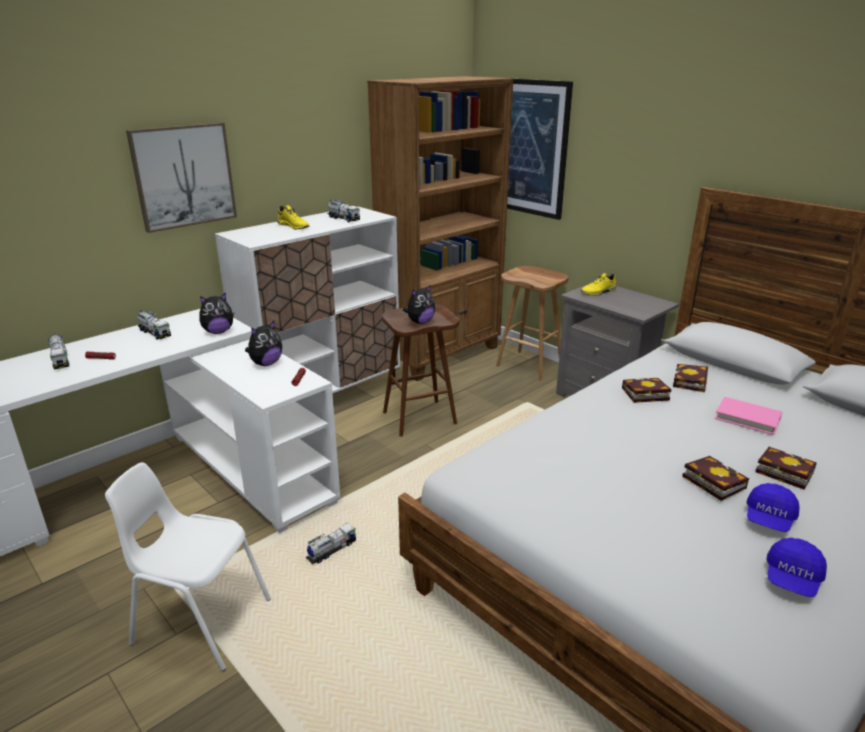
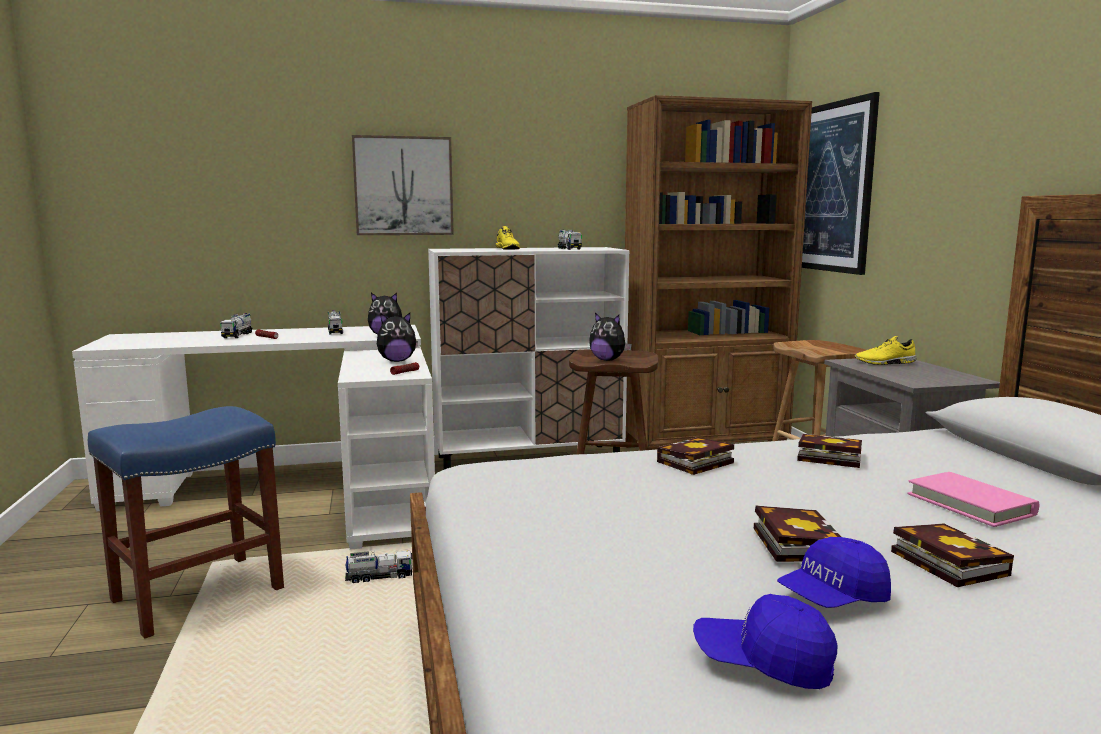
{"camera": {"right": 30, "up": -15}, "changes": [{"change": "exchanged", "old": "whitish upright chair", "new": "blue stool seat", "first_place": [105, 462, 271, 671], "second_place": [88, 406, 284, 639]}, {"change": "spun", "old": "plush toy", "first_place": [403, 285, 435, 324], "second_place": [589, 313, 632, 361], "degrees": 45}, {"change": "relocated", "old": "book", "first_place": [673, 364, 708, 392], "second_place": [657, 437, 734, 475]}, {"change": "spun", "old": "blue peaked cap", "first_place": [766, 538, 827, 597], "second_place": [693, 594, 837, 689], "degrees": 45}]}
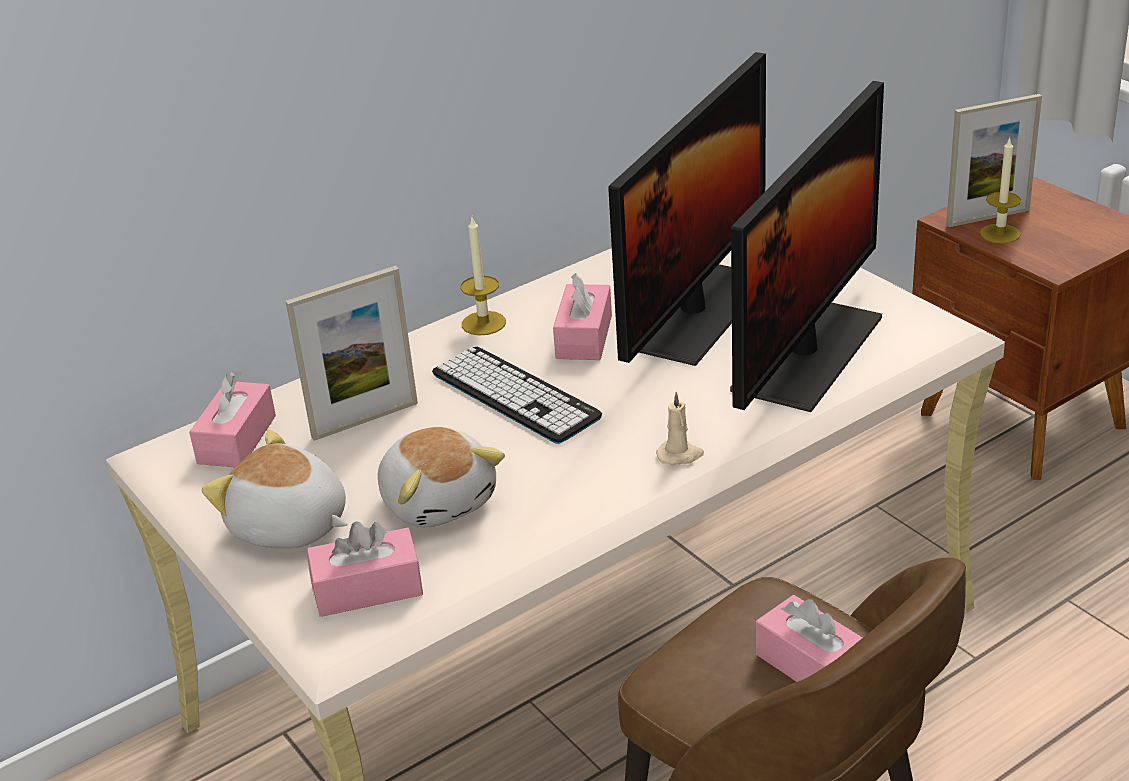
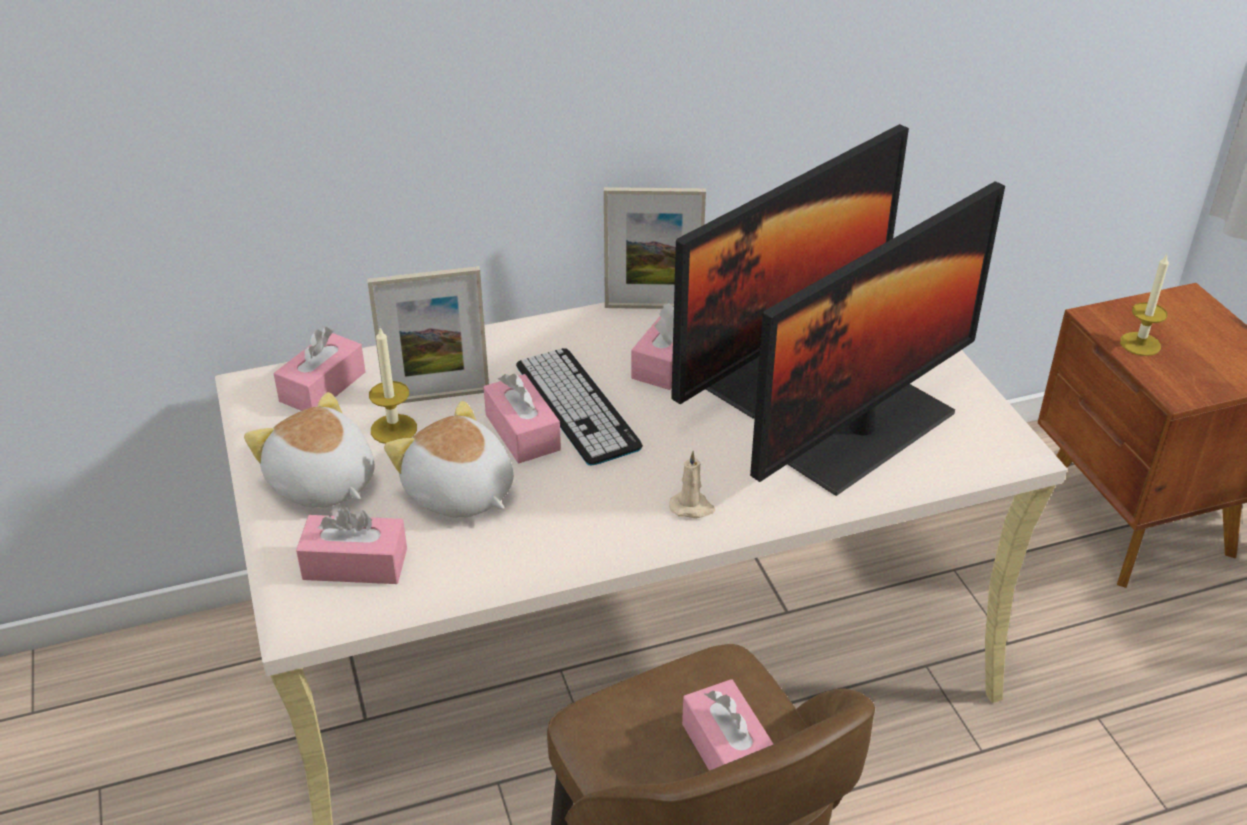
{"camera": {"right": 15, "up": 5}, "changes": [{"change": "relocated", "old": "wax candle", "first_place": [461, 218, 506, 336], "second_place": [369, 328, 417, 444]}, {"change": "spun", "old": "plush toy", "first_place": [378, 427, 505, 527], "second_place": [384, 401, 514, 518], "degrees": 150}, {"change": "appeared", "new": "pink-coloured tissue box", "second_place": [484, 373, 561, 463]}, {"change": "relocated", "old": "photo frame", "first_place": [946, 94, 1042, 227], "second_place": [604, 187, 706, 309]}]}
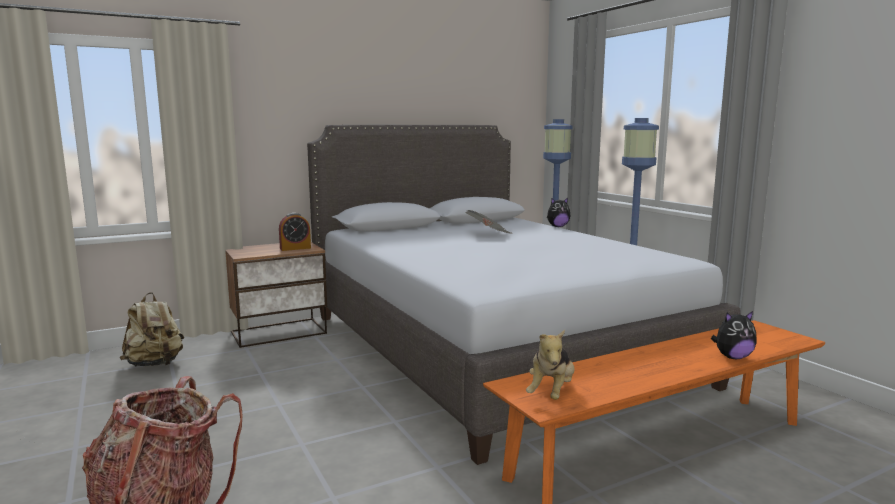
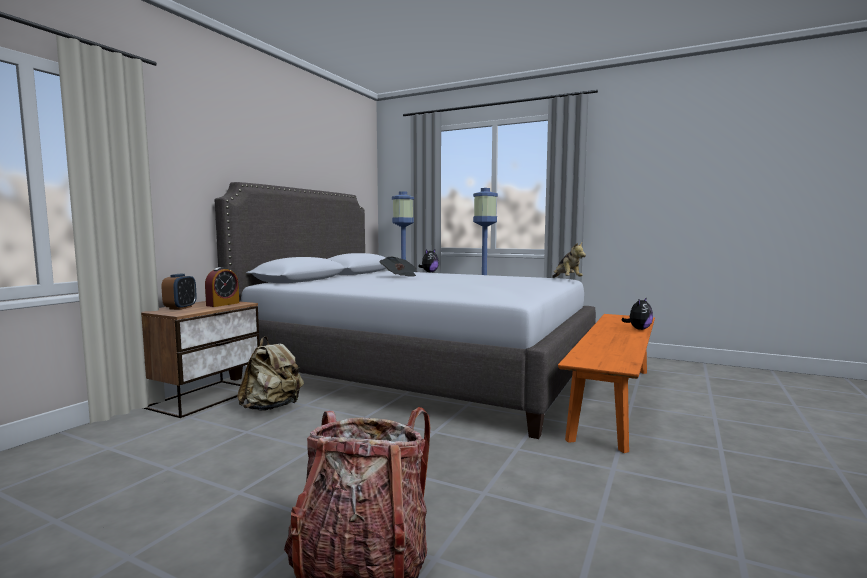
{"camera": {"right": -35, "up": -5}, "changes": [{"change": "appeared", "new": "table clock", "second_place": [162, 274, 197, 310]}, {"change": "relocated", "old": "beige-coloured rucksack", "first_place": [120, 292, 184, 367], "second_place": [237, 336, 304, 411]}, {"change": "relocated", "old": "plush toy", "first_place": [526, 330, 575, 400], "second_place": [552, 243, 586, 278]}]}
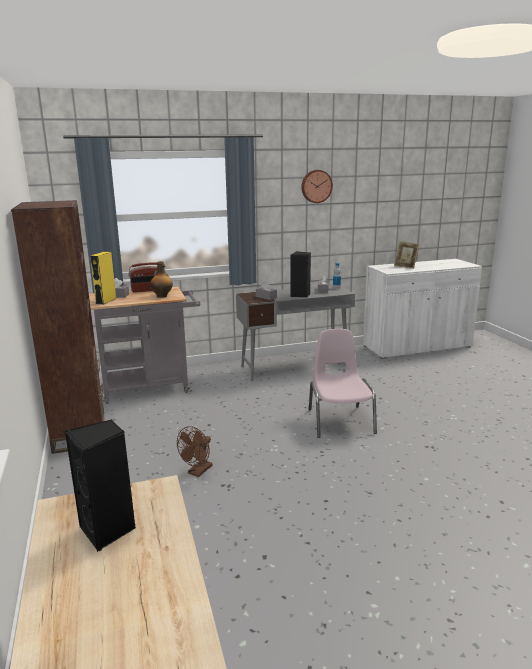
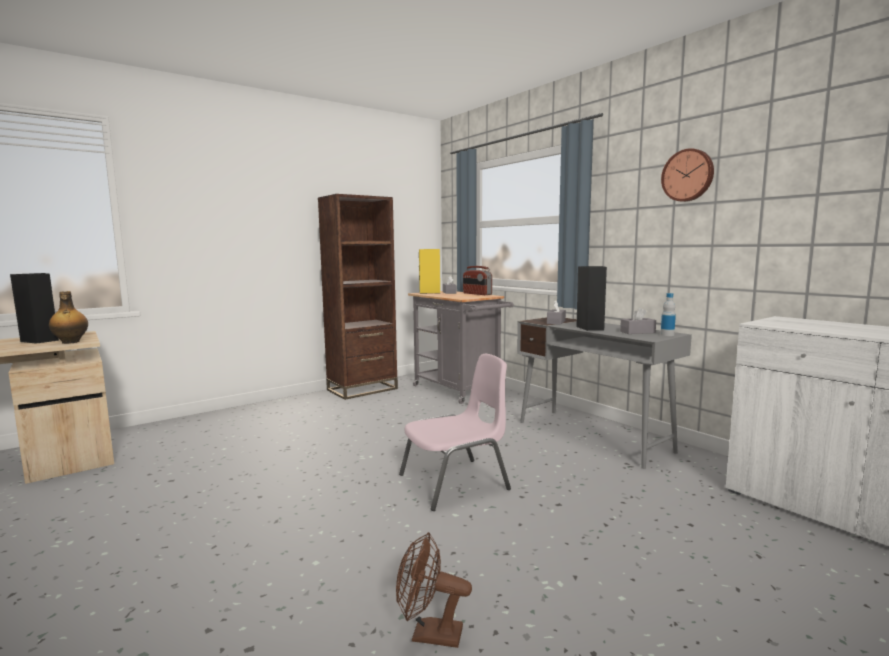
{"camera": {"right": 70, "up": -10}, "changes": [{"change": "relocated", "old": "drink bottle", "first_place": [150, 261, 173, 298], "second_place": [49, 291, 88, 344]}, {"change": "relocated", "old": "brown electric fan", "first_place": [177, 426, 213, 477], "second_place": [396, 532, 472, 648]}, {"change": "missing", "old": "photo frame", "first_place": [394, 241, 419, 269]}]}
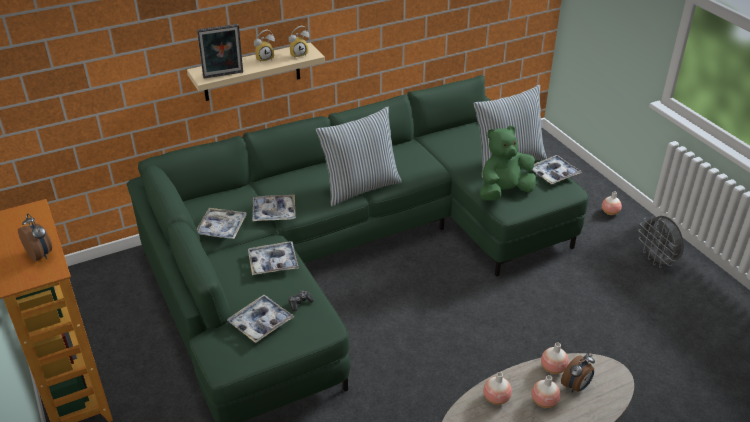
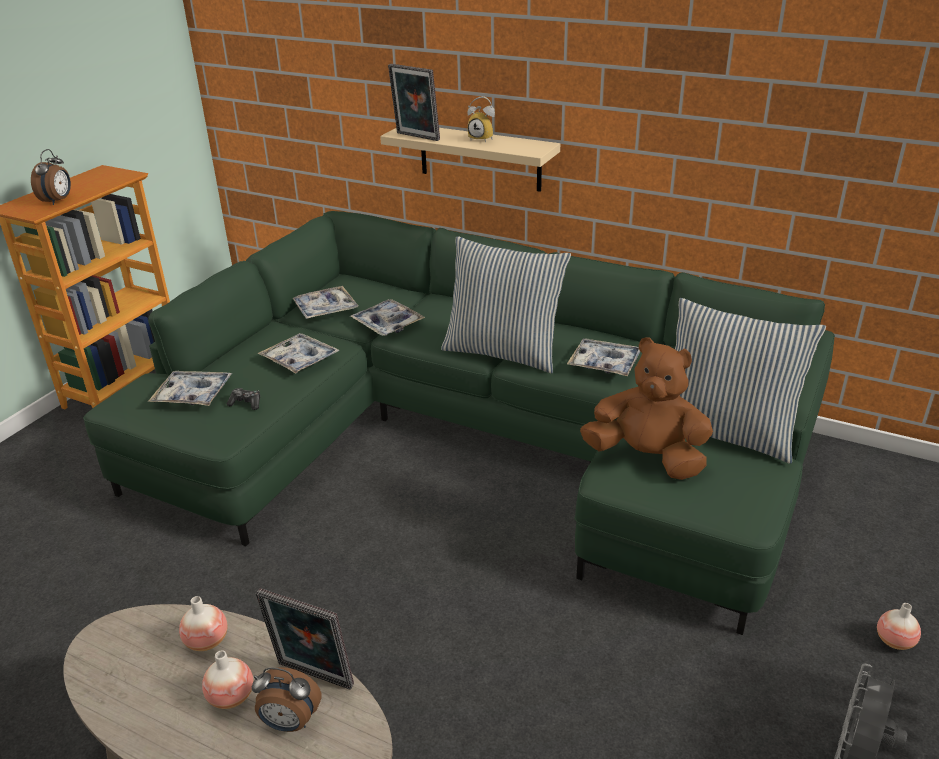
{"camera": {"right": 55, "up": -5}, "changes": [{"change": "exchanged", "old": "decorative vase", "new": "photo frame", "first_place": [541, 342, 569, 374], "second_place": [256, 588, 354, 690]}, {"change": "relocated", "old": "serving tray", "first_place": [533, 155, 582, 184], "second_place": [567, 338, 640, 376]}, {"change": "colour", "old": "green-coloured plush toy", "new": "brown plush toy", "first_place": [480, 126, 536, 201], "second_place": [580, 337, 713, 480]}, {"change": "missing", "old": "table clock", "first_place": [288, 26, 309, 58]}]}
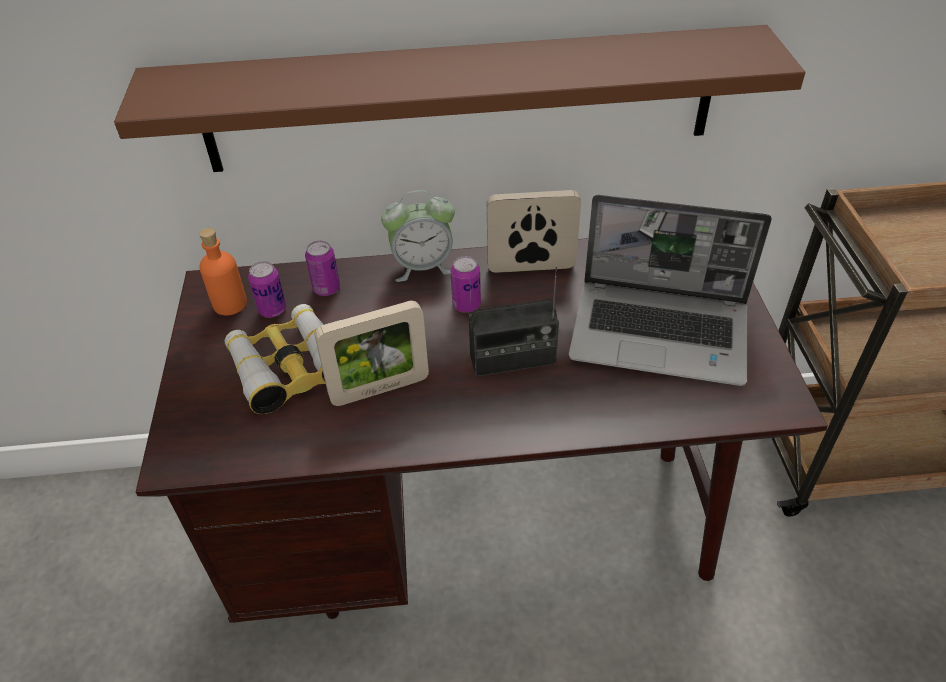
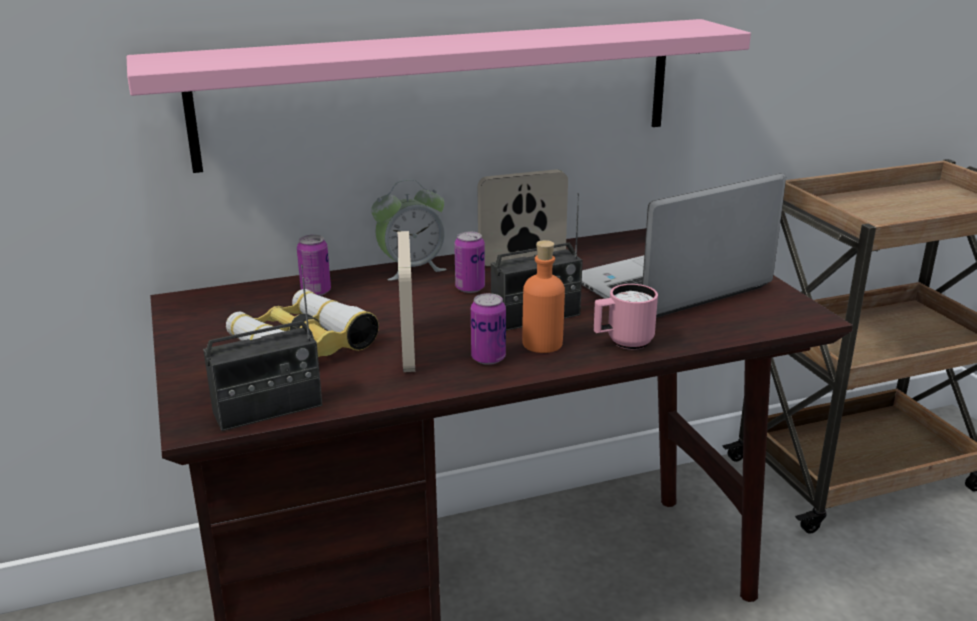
{"camera": {"right": -15, "up": -20}, "changes": [{"change": "colour", "old": "brown shelf", "new": "pink-coloured shelf", "first_place": [114, 25, 805, 172], "second_place": [127, 19, 751, 173]}, {"change": "appeared", "new": "radio", "second_place": [203, 265, 322, 431]}, {"change": "spun", "old": "photo frame", "first_place": [315, 300, 429, 406], "second_place": [397, 231, 415, 372], "degrees": -60}, {"change": "relocated", "old": "metal can", "first_place": [248, 261, 286, 318], "second_place": [471, 293, 506, 365]}, {"change": "relocated", "old": "orange-coloured drink bottle", "first_place": [199, 228, 247, 315], "second_place": [522, 240, 565, 353]}, {"change": "spun", "old": "laptop", "first_place": [569, 195, 772, 386], "second_place": [582, 173, 786, 318], "degrees": 150}, {"change": "appeared", "new": "pink-coloured coffee mug", "second_place": [594, 284, 658, 350]}]}
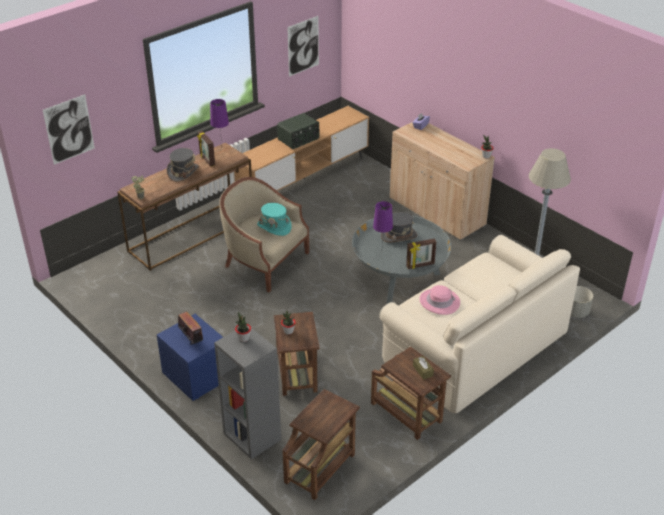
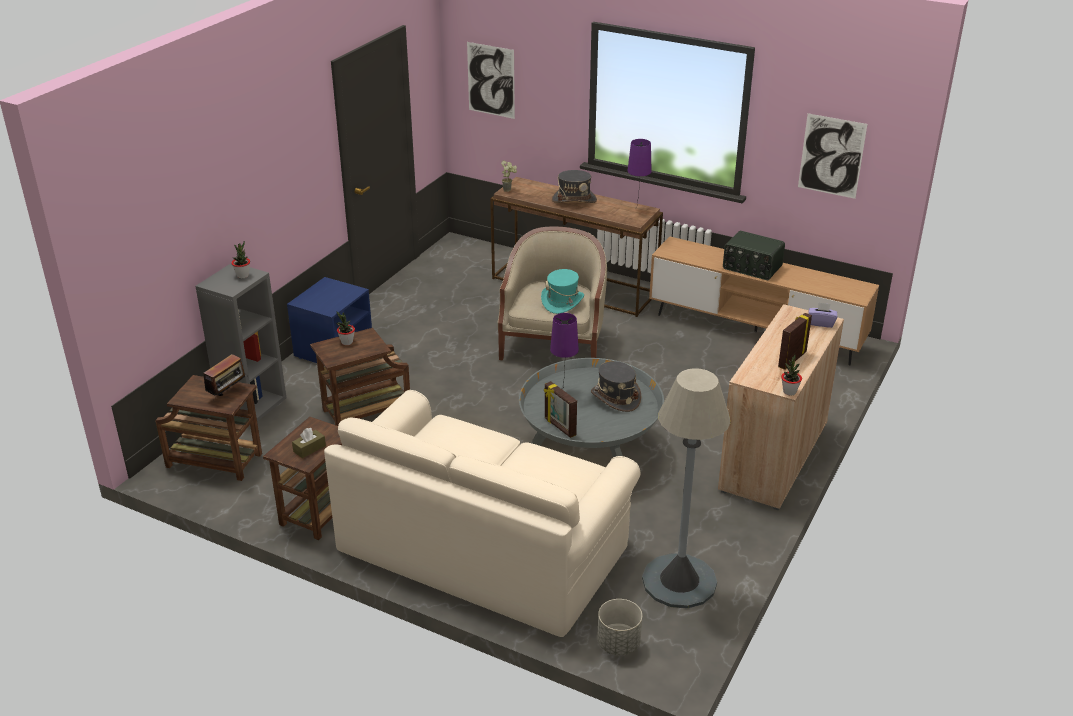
{"camera": {"right": 70, "up": -5}, "changes": [{"change": "relocated", "old": "radio", "first_place": [177, 312, 203, 345], "second_place": [203, 354, 248, 396]}, {"change": "relocated", "old": "photo frame", "first_place": [197, 131, 215, 167], "second_place": [778, 313, 812, 370]}, {"change": "missing", "old": "pink-coloured clothing hat", "first_place": [419, 285, 460, 315]}]}
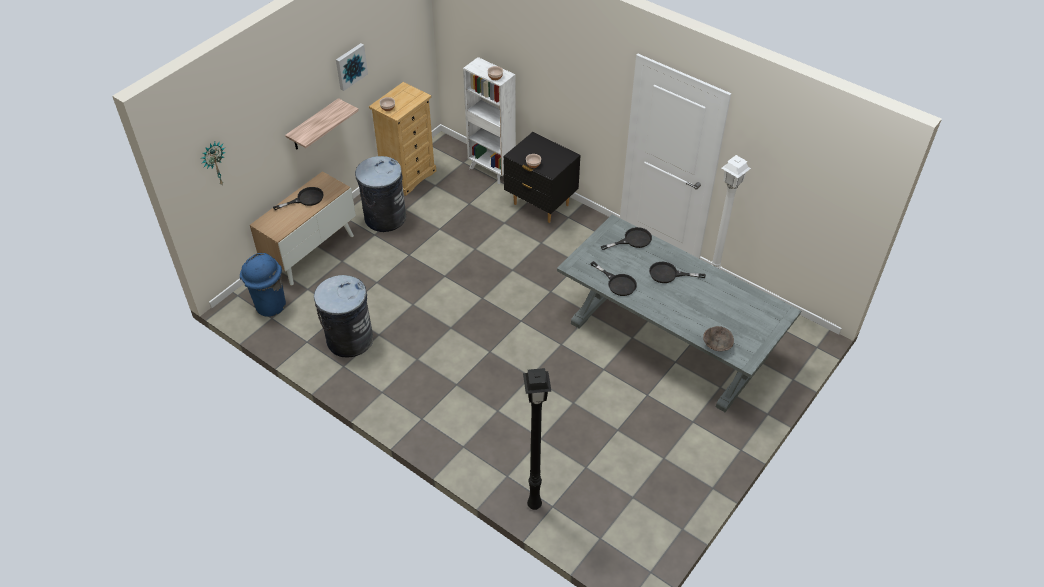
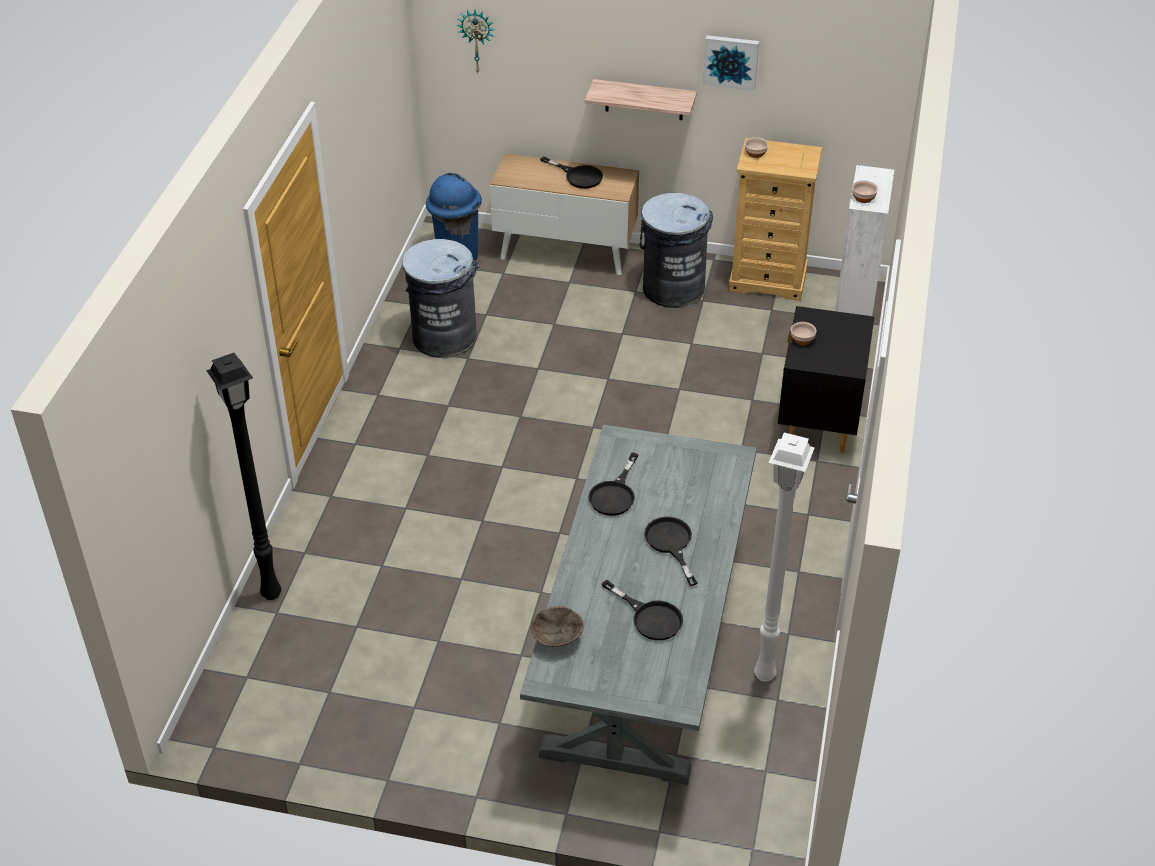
{"camera": {"right": 65, "up": -5}, "changes": [{"change": "relocated", "old": "black skillet", "first_place": [601, 227, 652, 250], "second_place": [601, 580, 683, 640]}]}
